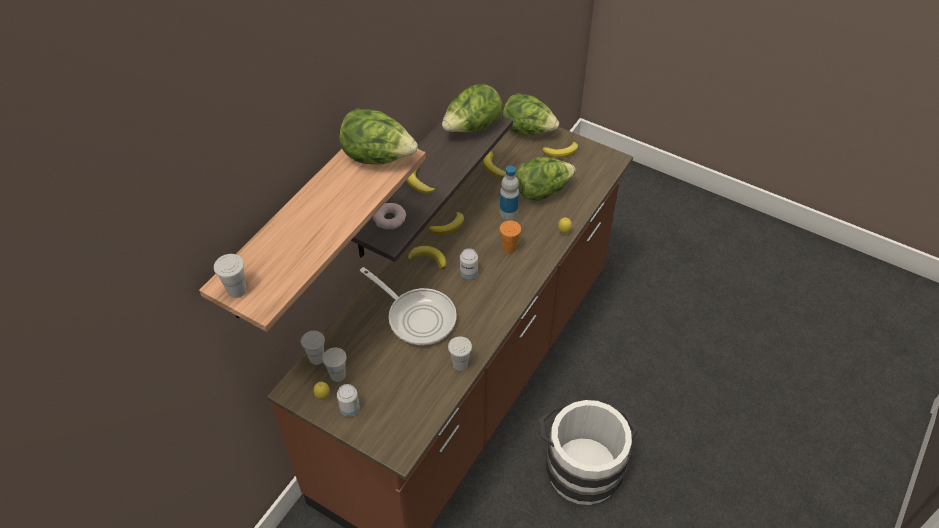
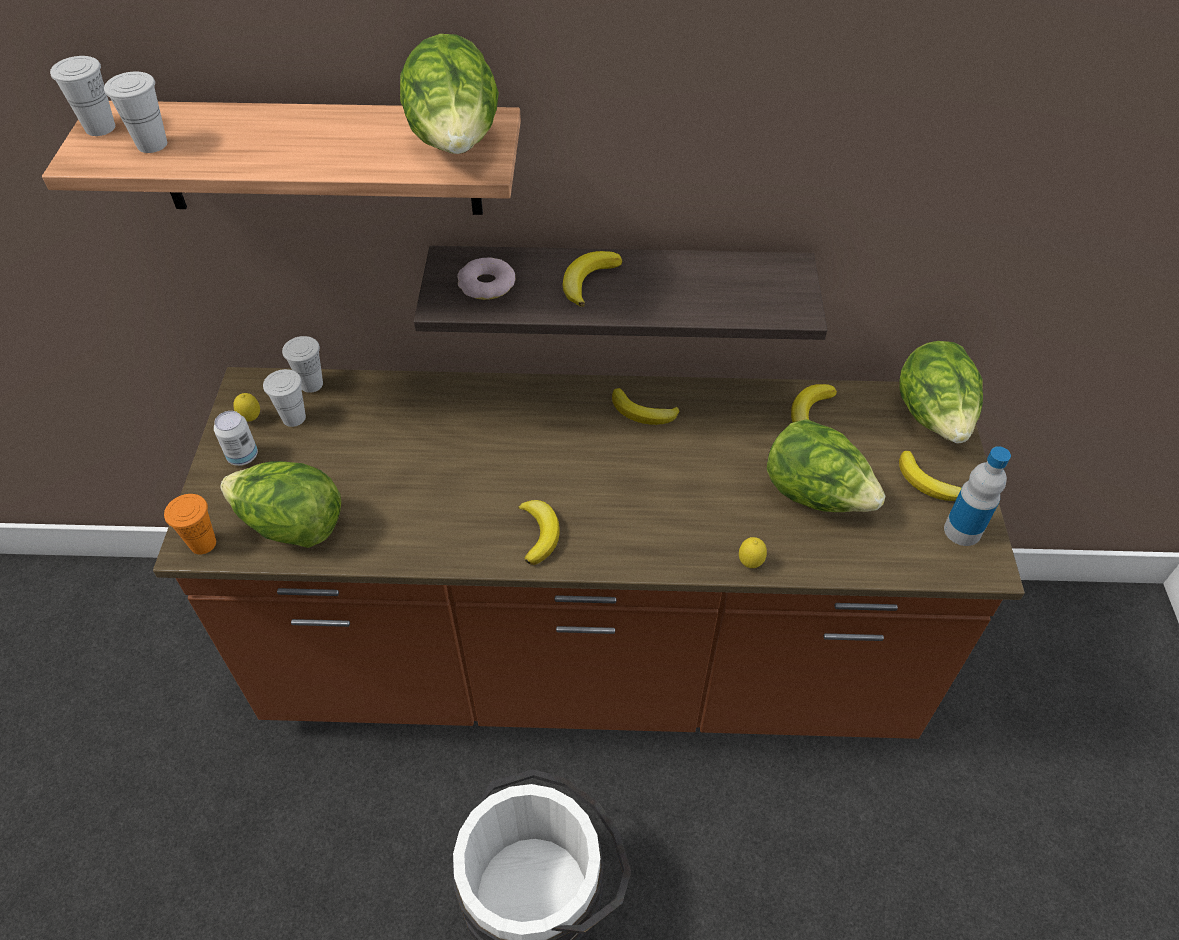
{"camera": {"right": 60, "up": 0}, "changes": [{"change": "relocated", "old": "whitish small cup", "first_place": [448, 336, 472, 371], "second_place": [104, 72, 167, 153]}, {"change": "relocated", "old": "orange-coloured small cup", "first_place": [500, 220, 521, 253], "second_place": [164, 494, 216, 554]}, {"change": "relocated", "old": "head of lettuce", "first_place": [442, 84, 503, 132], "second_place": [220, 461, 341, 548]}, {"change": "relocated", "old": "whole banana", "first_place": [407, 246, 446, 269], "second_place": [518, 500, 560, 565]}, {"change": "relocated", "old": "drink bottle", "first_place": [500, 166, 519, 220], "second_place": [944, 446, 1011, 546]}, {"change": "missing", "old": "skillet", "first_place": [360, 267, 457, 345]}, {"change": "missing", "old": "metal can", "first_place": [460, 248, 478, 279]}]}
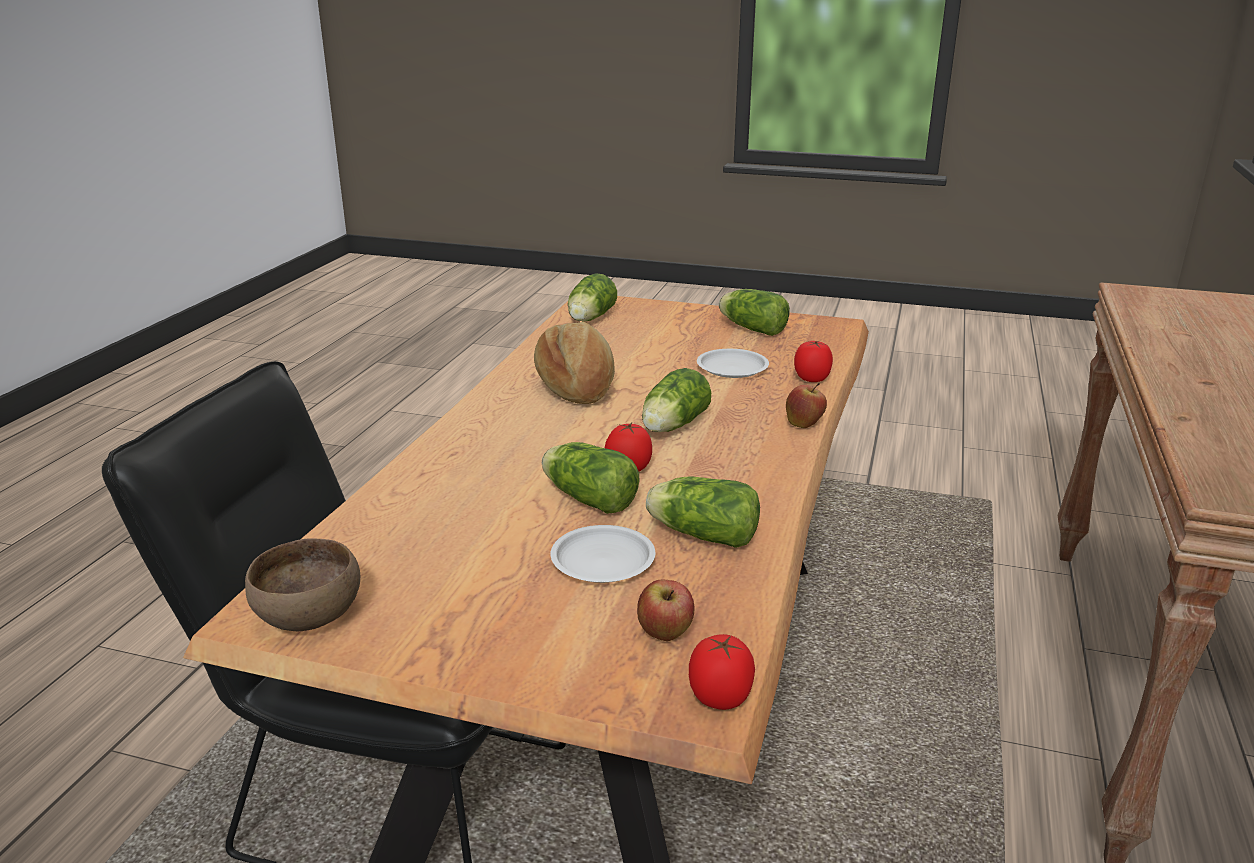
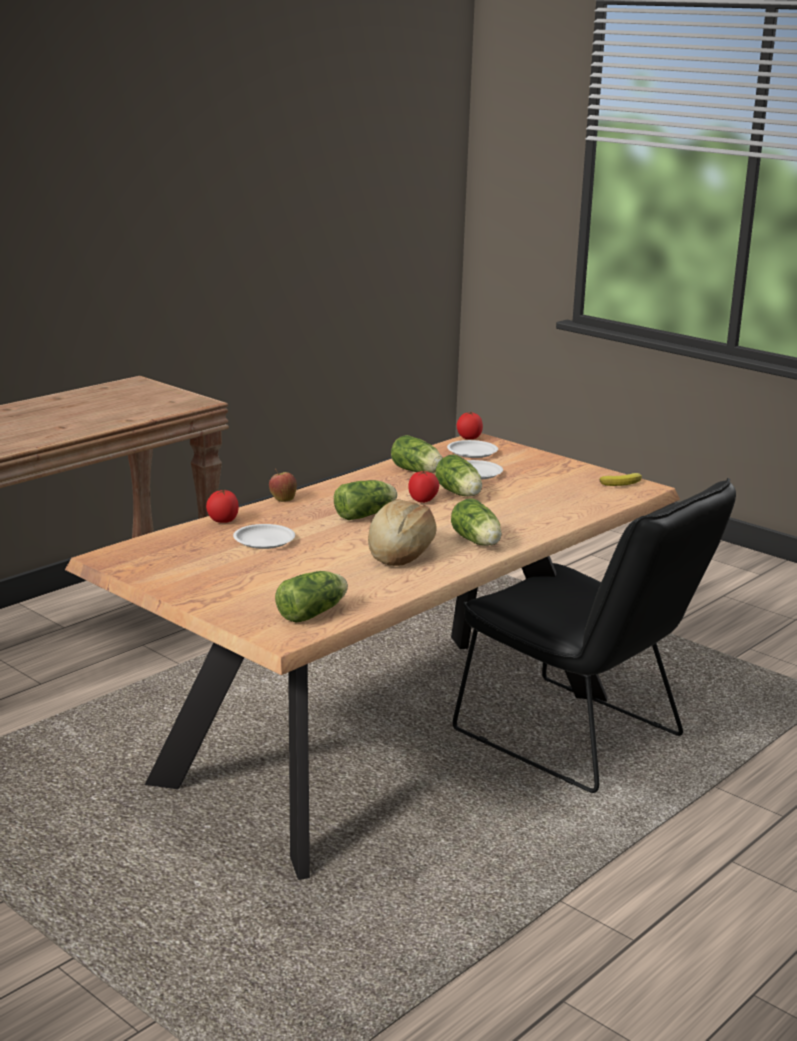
{"camera": {"right": -155, "up": -5}, "changes": [{"change": "exchanged", "old": "apple fruit", "new": "whitish plate", "first_place": [637, 580, 695, 641], "second_place": [447, 440, 498, 458]}, {"change": "relocated", "old": "head of lettuce", "first_place": [719, 289, 790, 336], "second_place": [451, 498, 502, 546]}, {"change": "exchanged", "old": "brown deep dish", "new": "whole banana", "first_place": [245, 538, 360, 631], "second_place": [600, 473, 642, 486]}]}
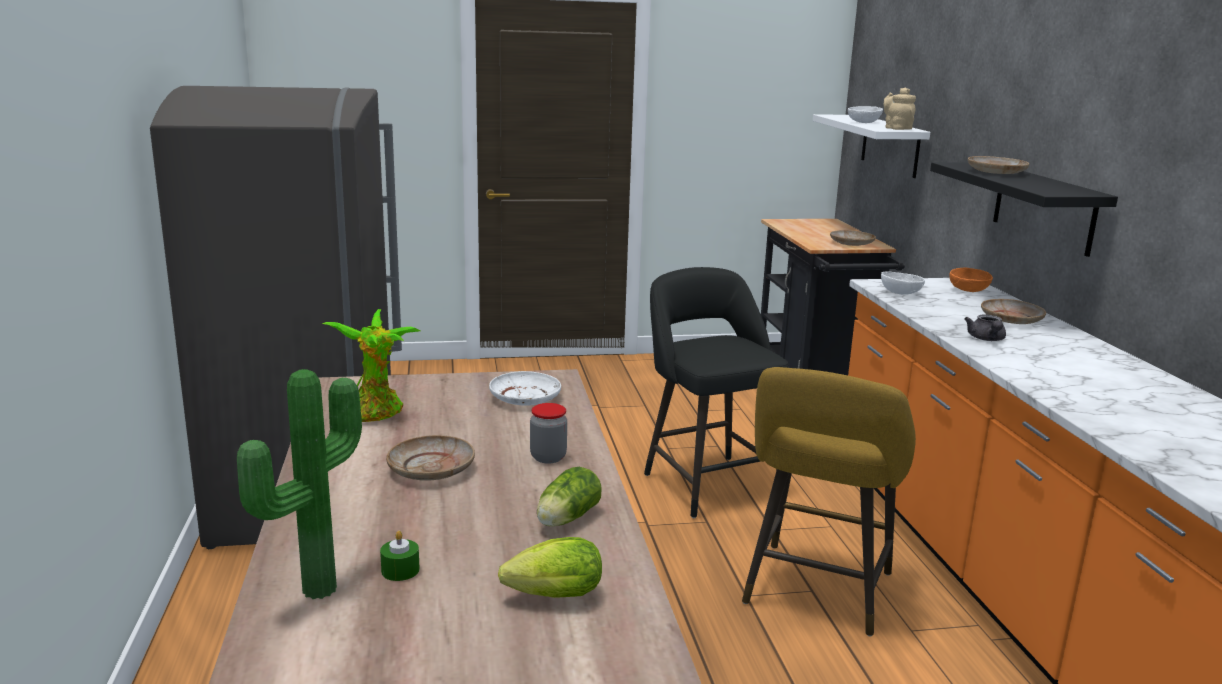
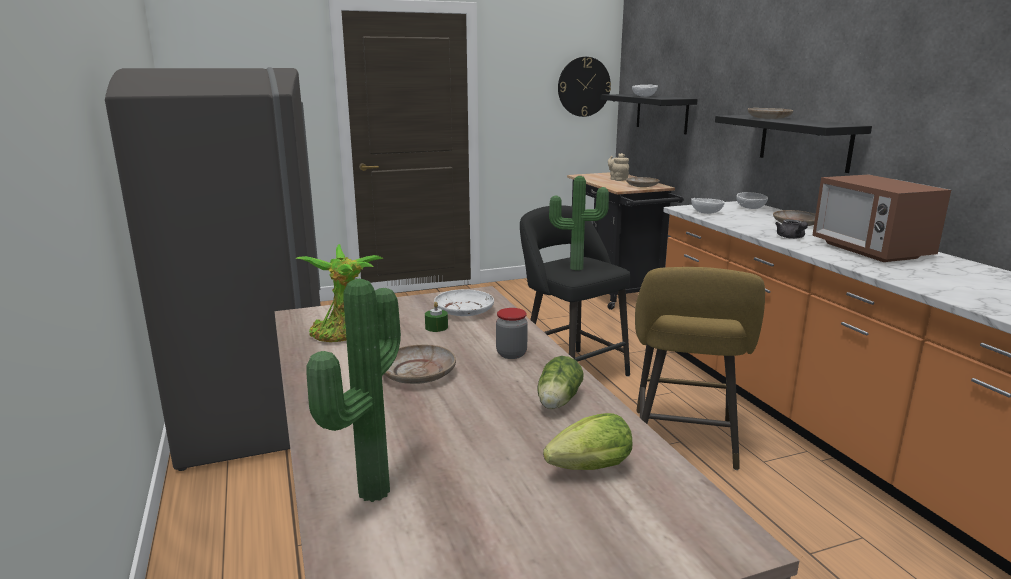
{"camera": {"right": -10, "up": 0}, "changes": [{"change": "relocated", "old": "green-coloured wax candle", "first_place": [380, 531, 420, 581], "second_place": [425, 302, 448, 332]}, {"change": "appeared", "new": "plant in a pot", "second_place": [549, 176, 609, 270]}, {"change": "appeared", "new": "wall clock", "second_place": [558, 57, 611, 117]}, {"change": "colour", "old": "whitish shelf", "new": "black shelf", "first_place": [813, 114, 930, 178], "second_place": [601, 94, 698, 134]}, {"change": "relocated", "old": "beige-coloured tea pot", "first_place": [883, 88, 916, 130], "second_place": [608, 153, 629, 181]}, {"change": "colour", "old": "orange-coloured deep dish", "new": "whitish deep dish", "first_place": [950, 268, 993, 292], "second_place": [737, 192, 768, 209]}, {"change": "appeared", "new": "kitchen microwave", "second_place": [812, 175, 951, 262]}]}
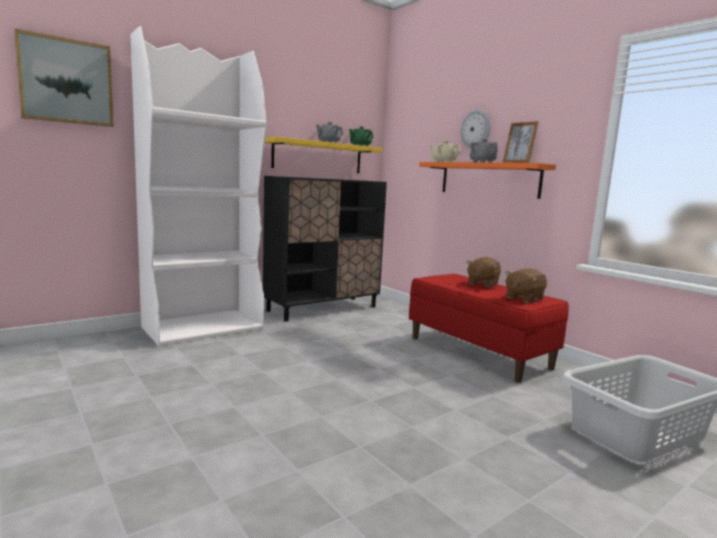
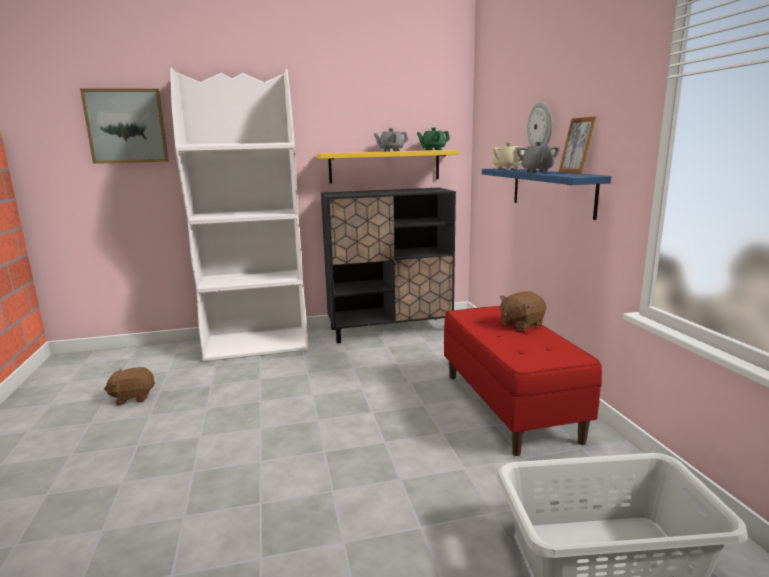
{"camera": {"right": 25, "up": 5}, "changes": [{"change": "relocated", "old": "brown plush toy", "first_place": [505, 268, 547, 303], "second_place": [104, 367, 155, 405]}, {"change": "colour", "old": "orange-coloured shelf", "new": "blue shelf", "first_place": [419, 162, 556, 199], "second_place": [482, 168, 611, 220]}]}
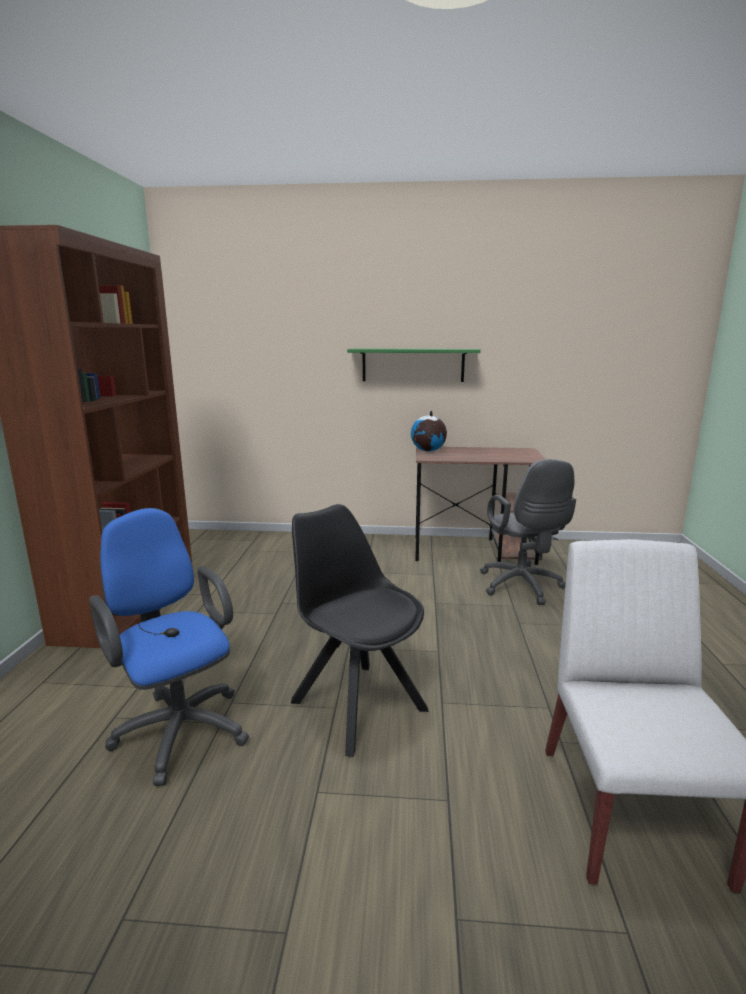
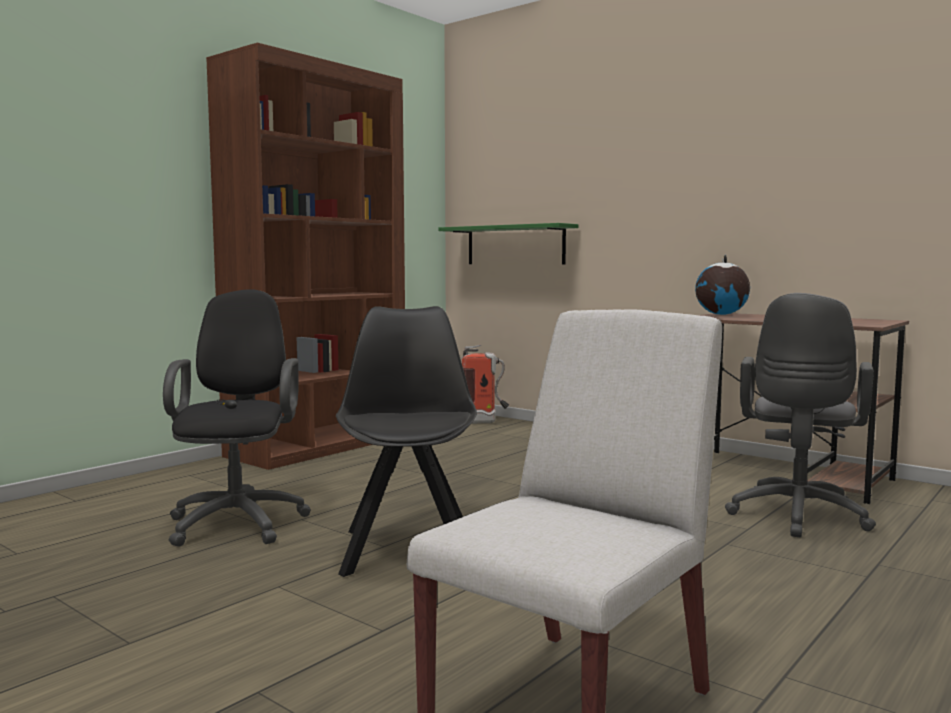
{"camera": {"right": 35, "up": -10}, "changes": [{"change": "colour", "old": "blue office chair", "new": "black office chair", "first_place": [89, 508, 249, 786], "second_place": [163, 289, 311, 547]}, {"change": "relocated", "old": "green-coloured shelf", "first_place": [347, 348, 481, 382], "second_place": [438, 223, 579, 265]}, {"change": "appeared", "new": "fire extinguisher", "second_place": [462, 345, 509, 424]}]}
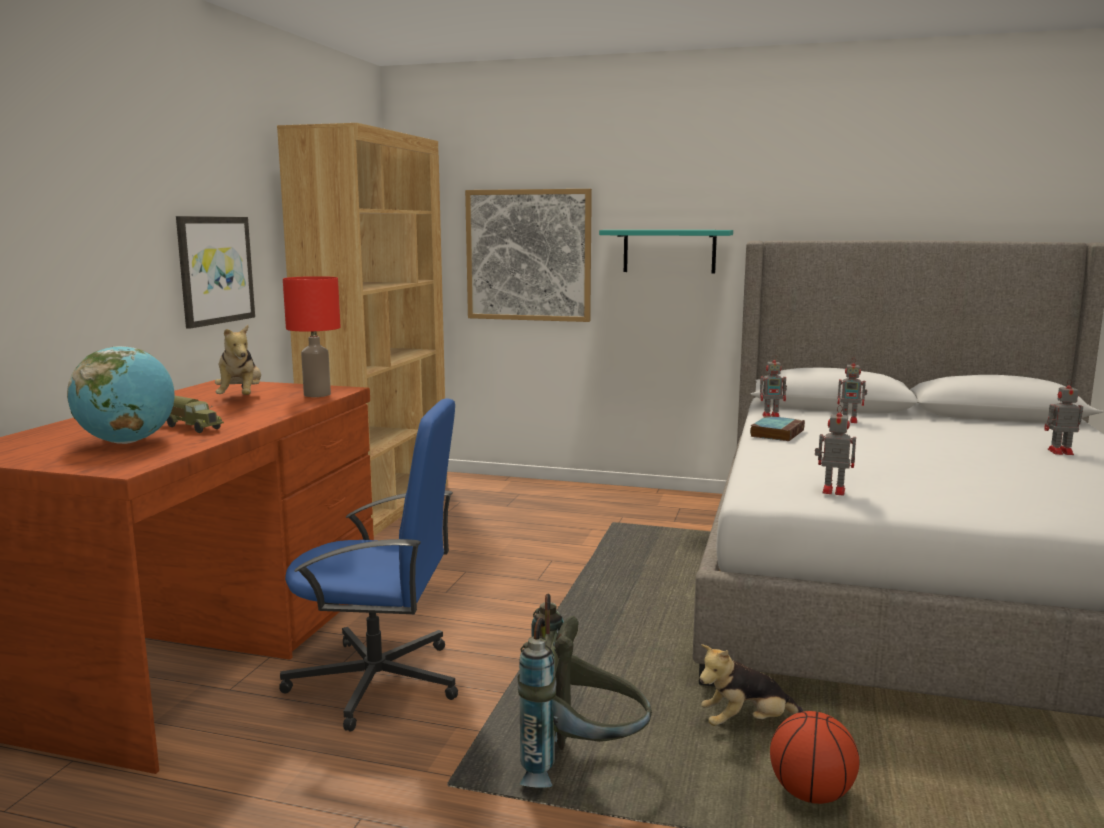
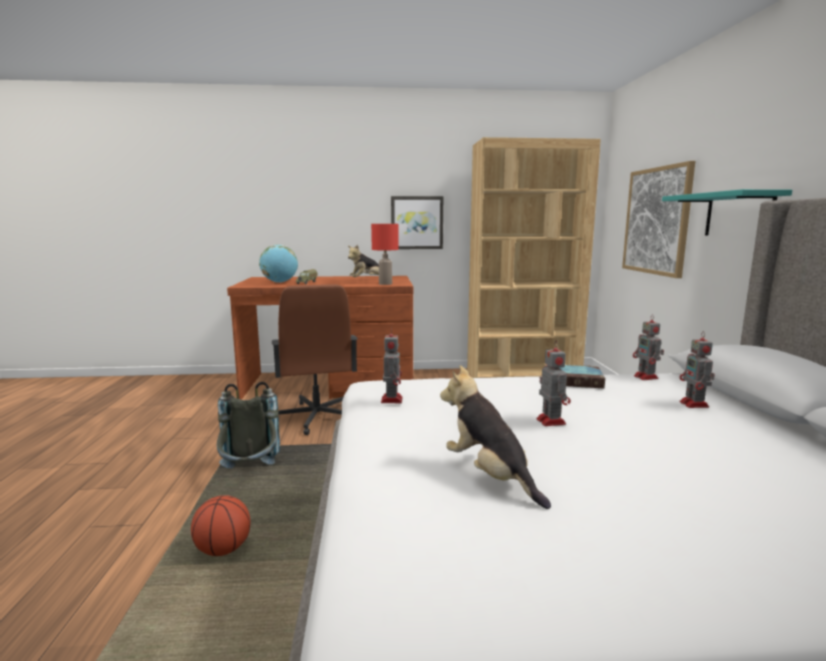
{"camera": {"right": 70, "up": 0}, "changes": [{"change": "colour", "old": "blue office chair", "new": "brown office chair", "first_place": [279, 398, 458, 732], "second_place": [272, 284, 358, 435]}, {"change": "relocated", "old": "plush toy", "first_place": [699, 644, 803, 726], "second_place": [440, 365, 551, 509]}, {"change": "relocated", "old": "toy robot", "first_place": [1044, 379, 1083, 455], "second_place": [537, 341, 571, 426]}]}
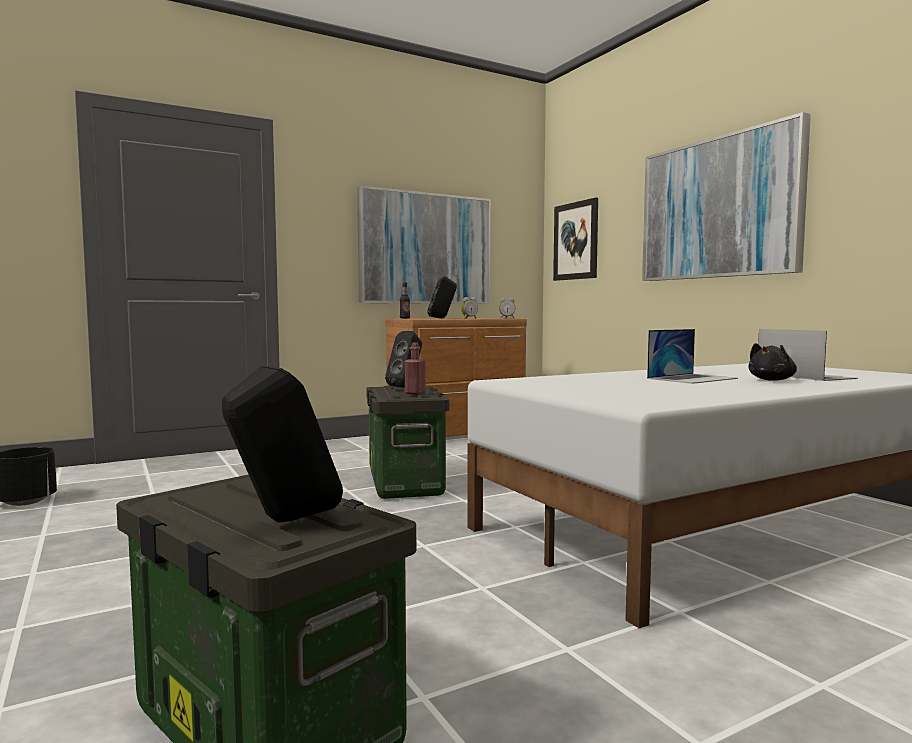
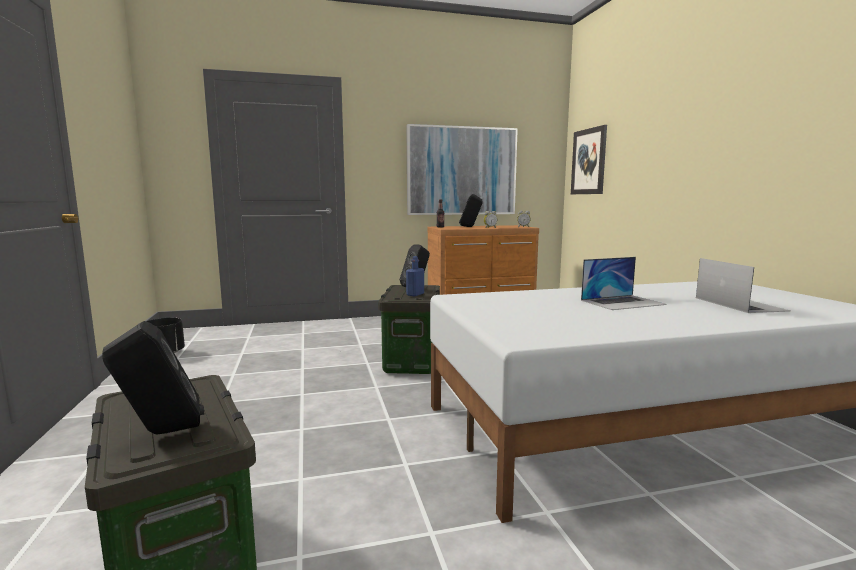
{"camera": {"right": 15, "up": 5}, "changes": [{"change": "colour", "old": "reddish drink bottle", "new": "blue drink bottle", "first_place": [405, 342, 426, 394], "second_place": [406, 256, 424, 296]}, {"change": "missing", "old": "wall art", "first_place": [642, 112, 811, 281]}, {"change": "missing", "old": "black plush toy", "first_place": [748, 343, 797, 381]}]}
